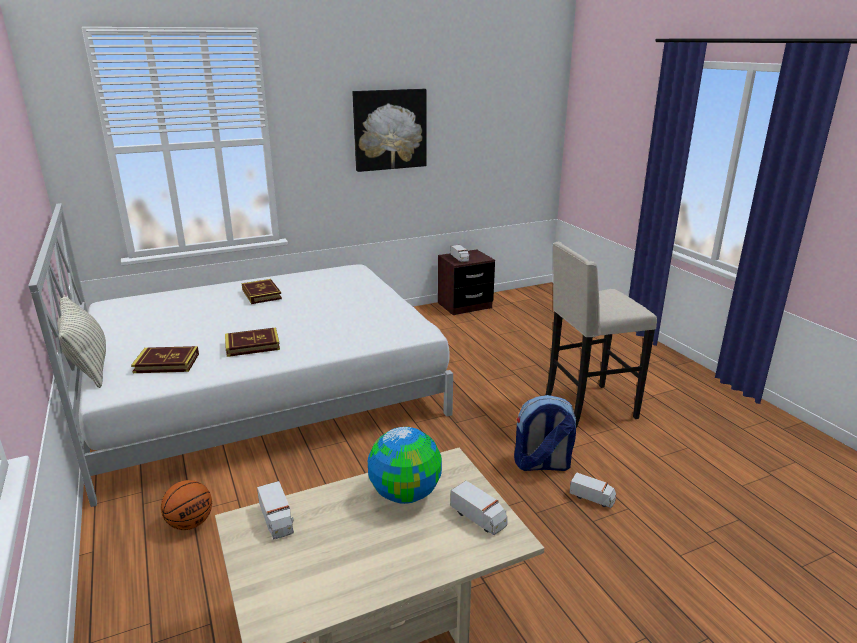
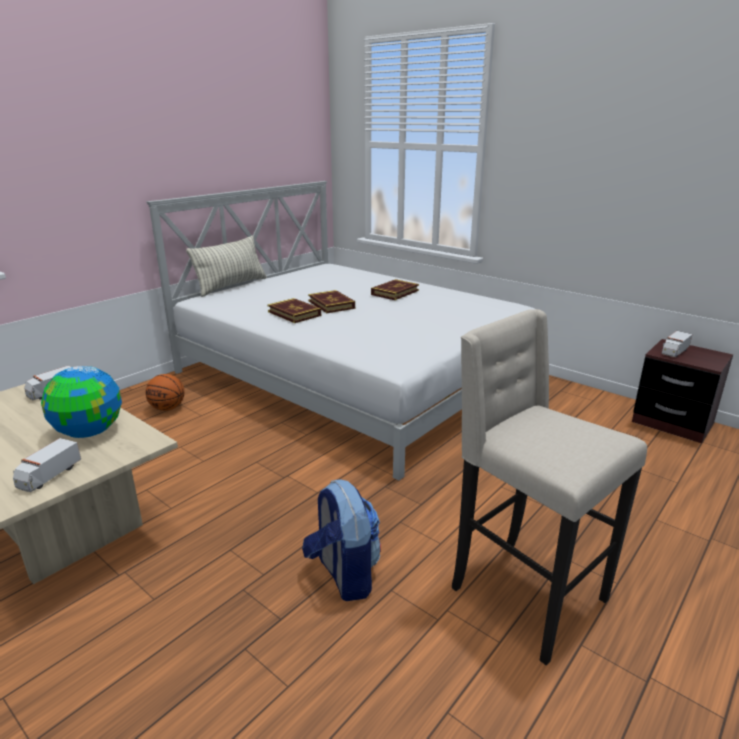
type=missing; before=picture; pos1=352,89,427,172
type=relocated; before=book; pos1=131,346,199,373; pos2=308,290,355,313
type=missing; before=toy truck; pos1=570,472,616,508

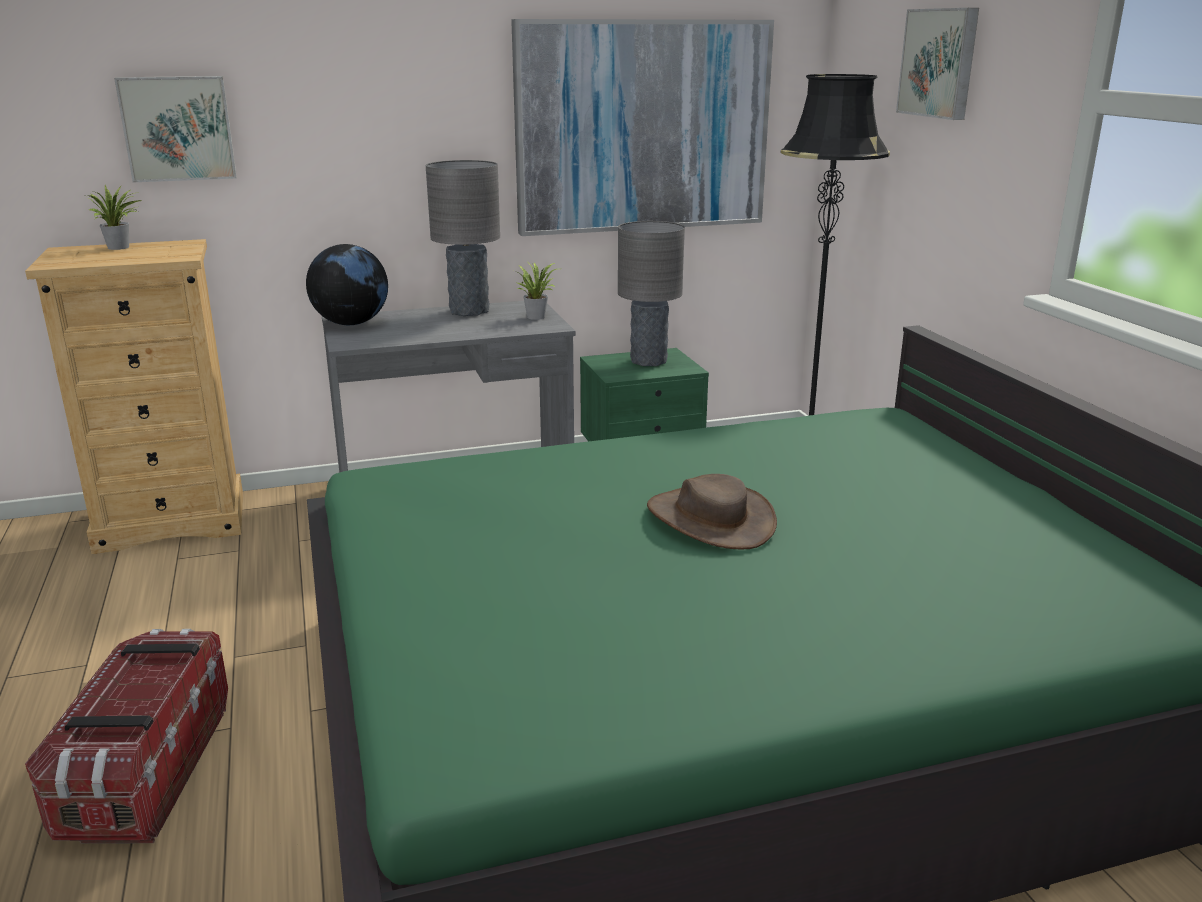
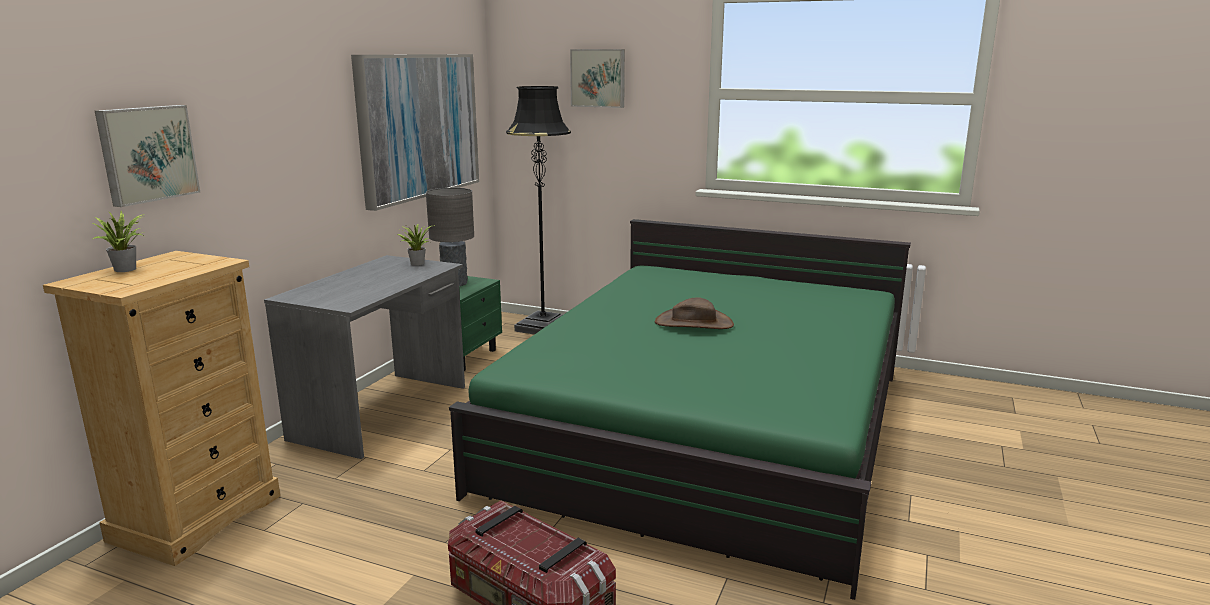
type=missing; before=grey table lamp; pos1=426,160,500,316
type=missing; before=globe; pos1=306,244,388,325

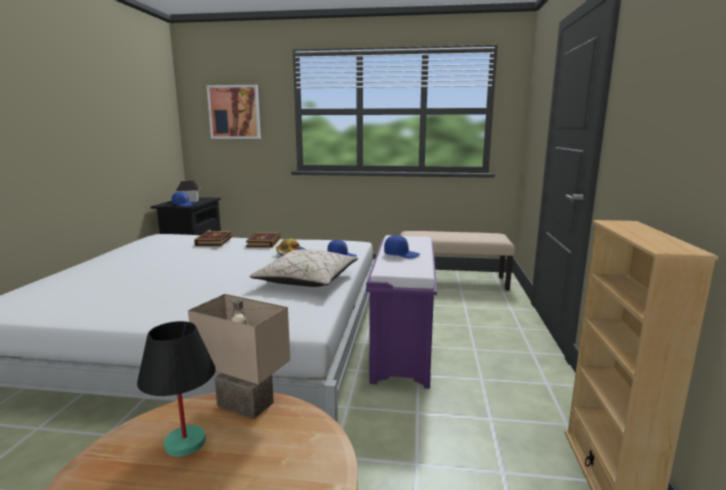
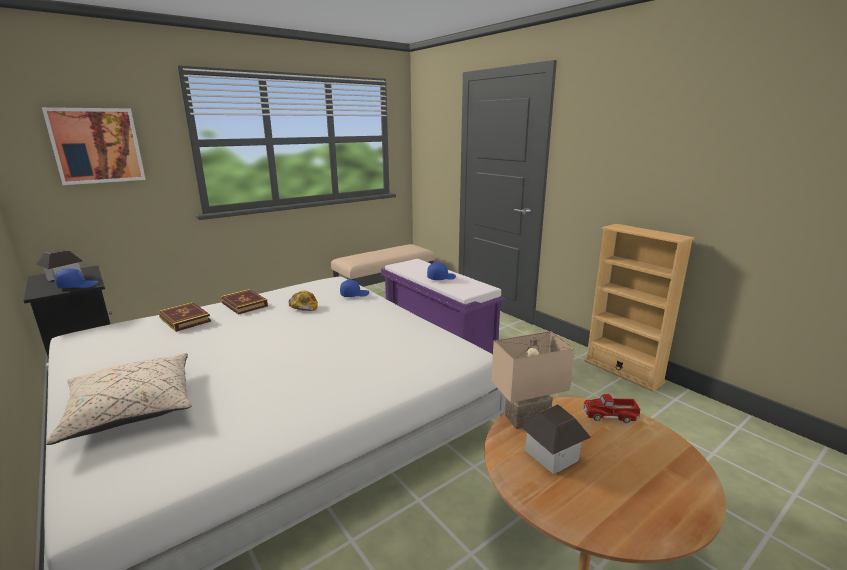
type=relocated; before=beige pillow; pos1=249,249,358,287; pos2=46,353,191,445
type=exchanged; before=black table lamp; after=toy house; pos1=137,321,216,457; pos2=521,404,591,474
type=appeared; after=toy truck; pos2=582,394,640,423

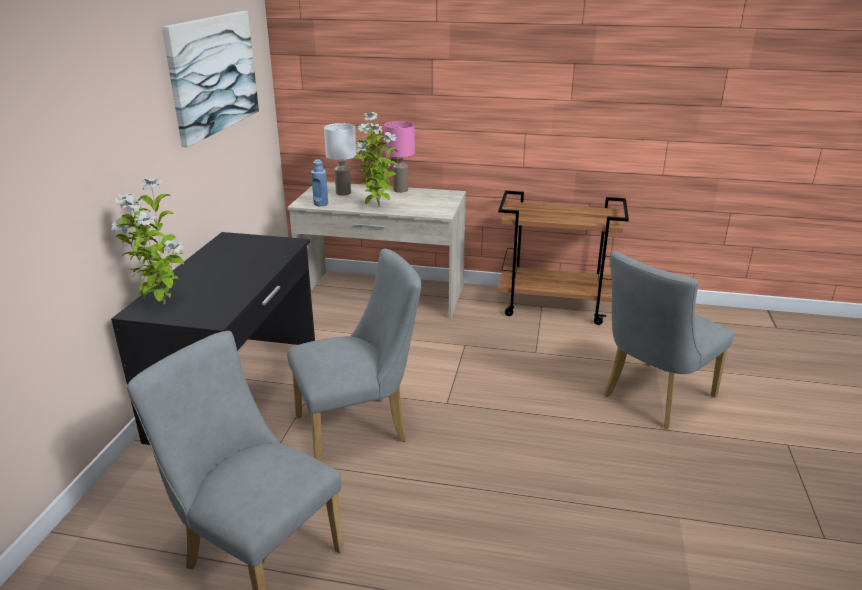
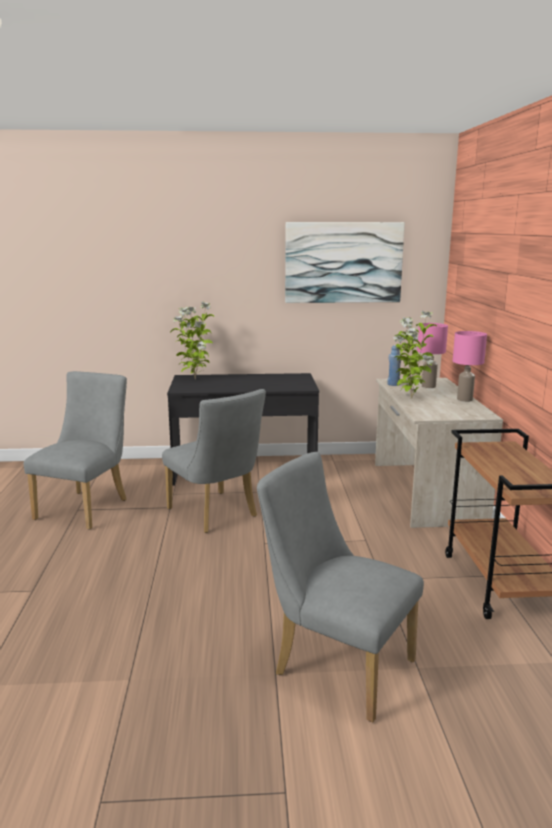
type=colour; before=white table lamp; after=pink table lamp; pos1=324,123,357,196; pos2=417,323,448,388

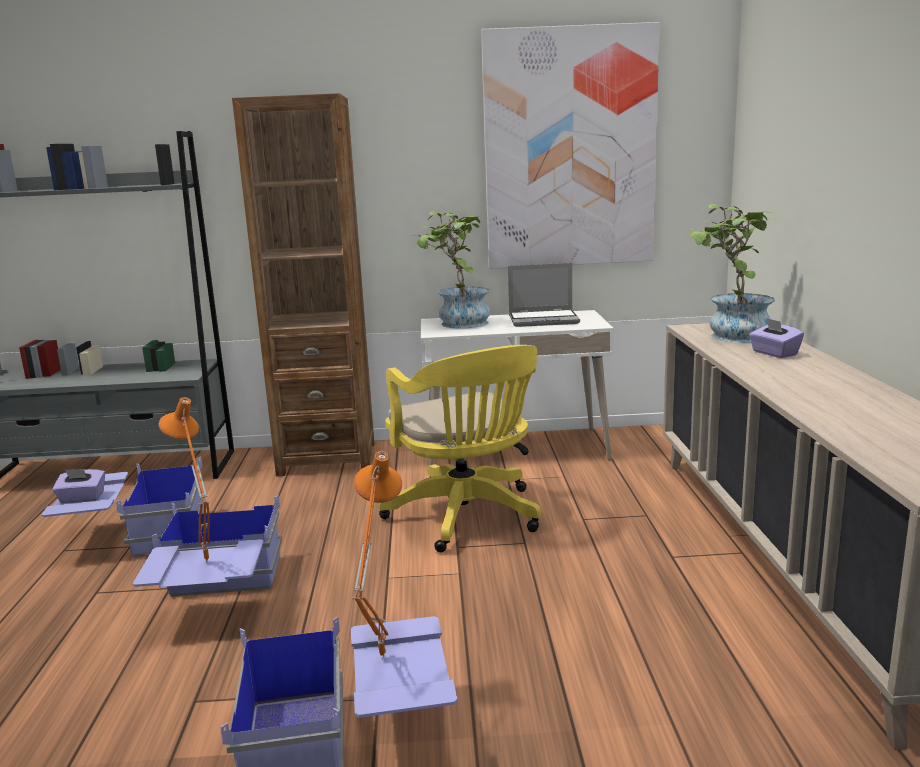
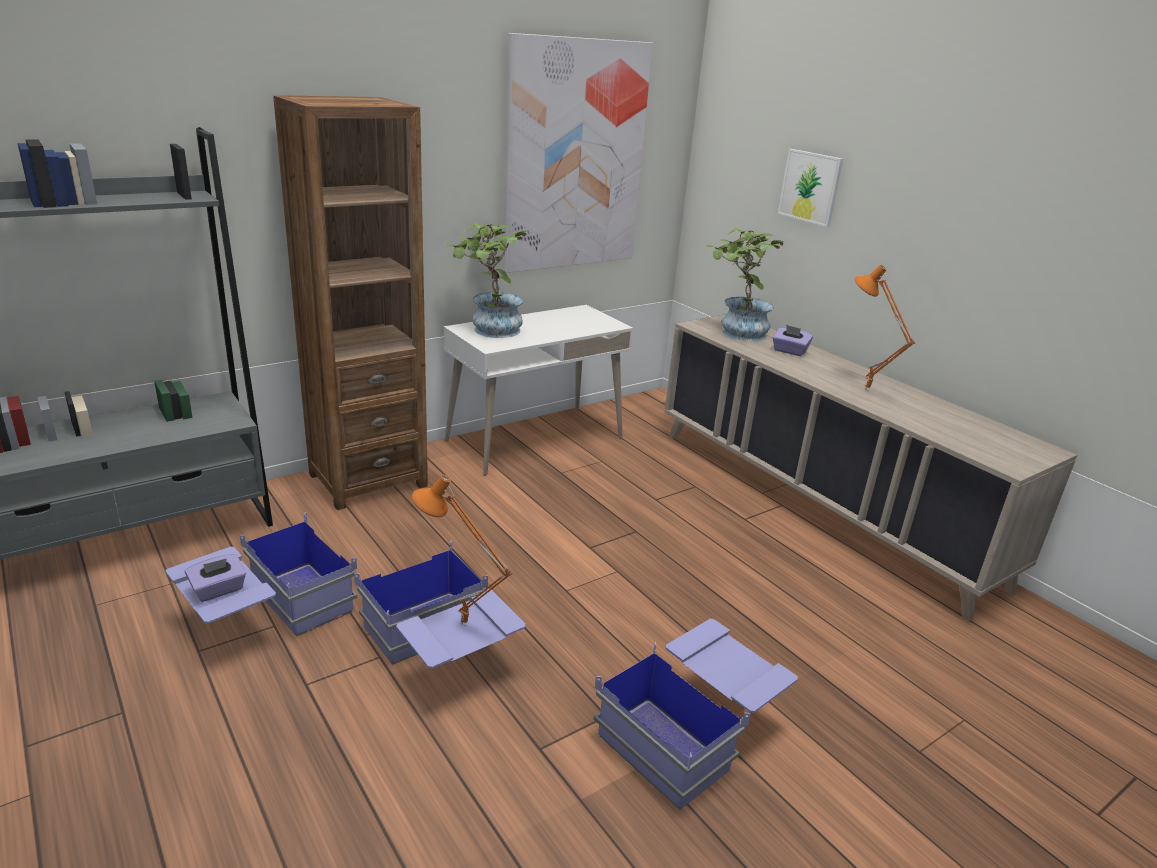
type=missing; before=laptop; pos1=508,263,580,327
type=missing; before=yellow office chair; pos1=379,345,541,552
type=relocated; before=orange table lamp; pos1=353,451,402,661; pos2=854,265,915,391
type=appeared; after=picture; pos2=778,149,843,227

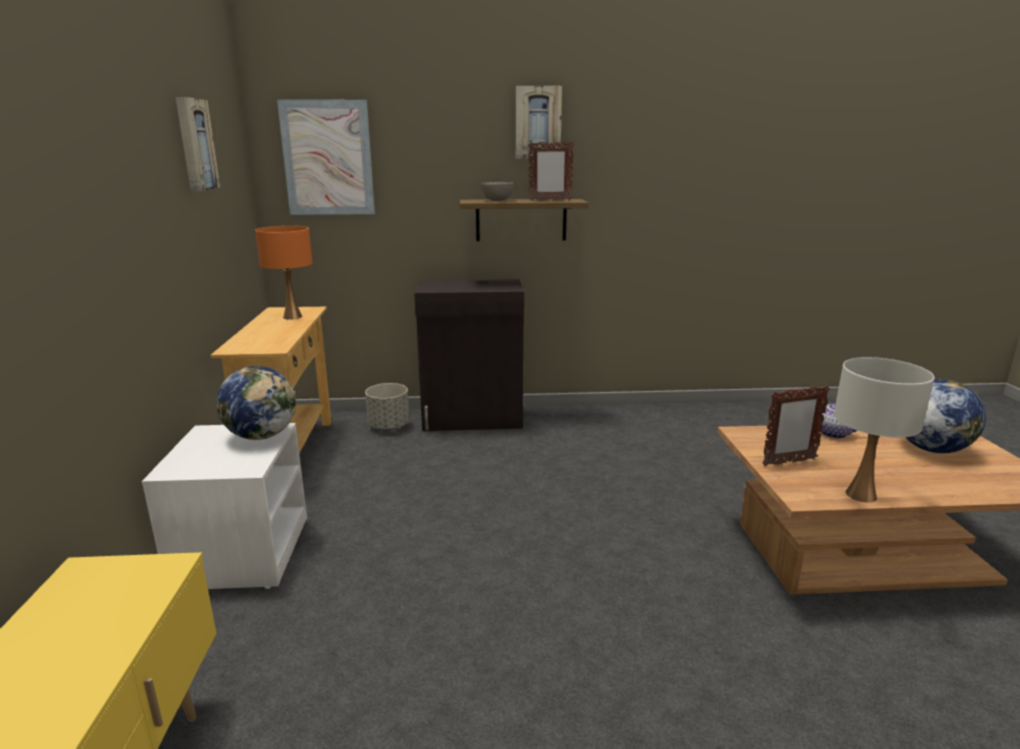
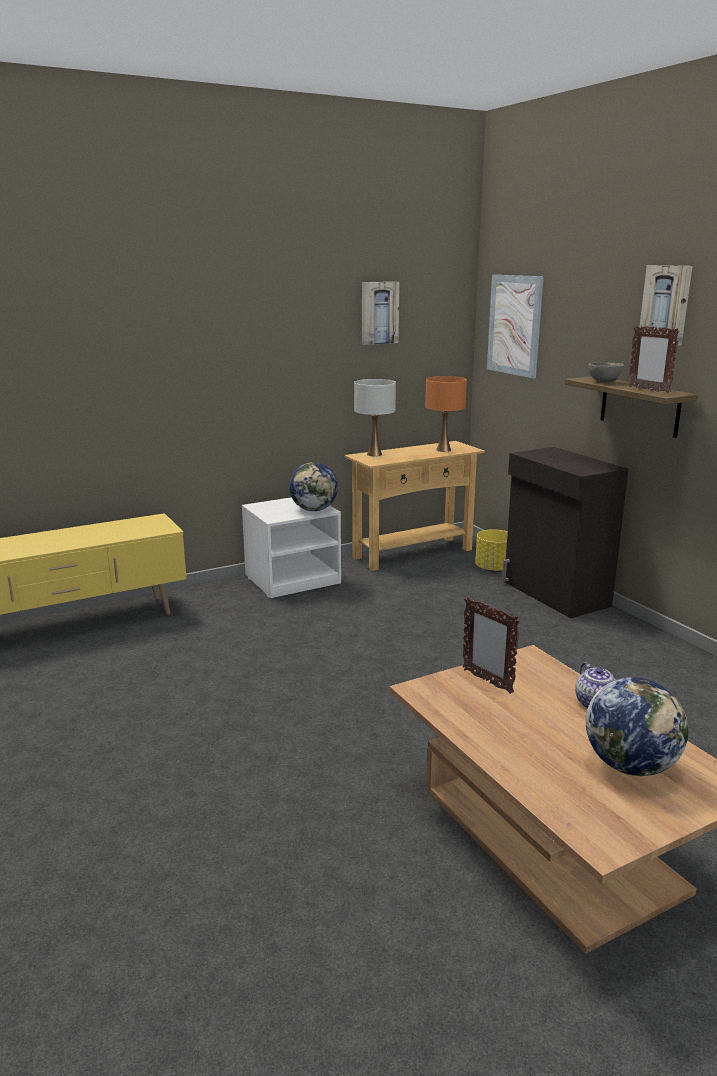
type=relocated; before=white table lamp; pos1=834,357,934,503; pos2=354,379,396,456
type=colour; before=grey planter; after=yellow planter; pos1=365,383,409,430; pos2=475,529,508,572

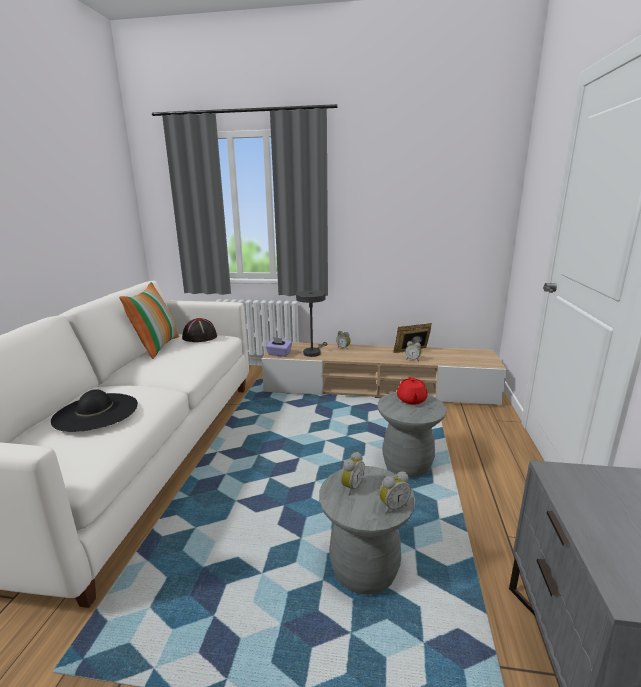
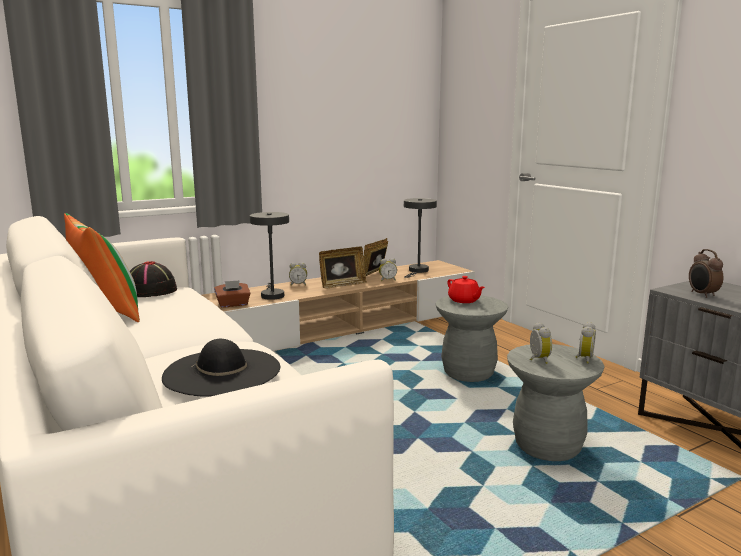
type=colour; before=purple tissue box; after=brown tissue box; pos1=266,337,292,357; pos2=214,280,251,308
type=appeared; after=grey table lamp; pos2=404,198,437,278
type=appeared; after=picture frame; pos2=319,247,367,288
type=appeared; after=alarm clock; pos2=689,249,723,298

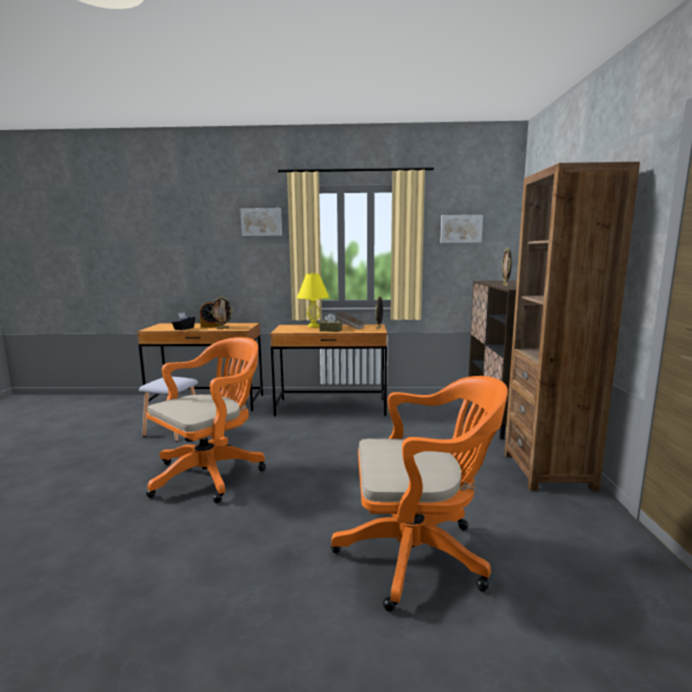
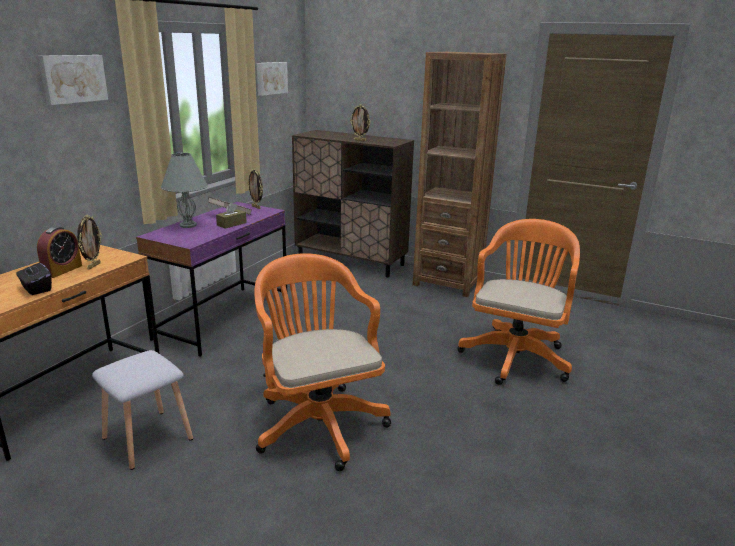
type=colour; before=yellow table lamp; after=grey table lamp; pos1=297,273,329,328; pos2=161,153,208,228
type=colour; before=brown desk; after=purple desk; pos1=270,324,387,416; pos2=136,202,287,357

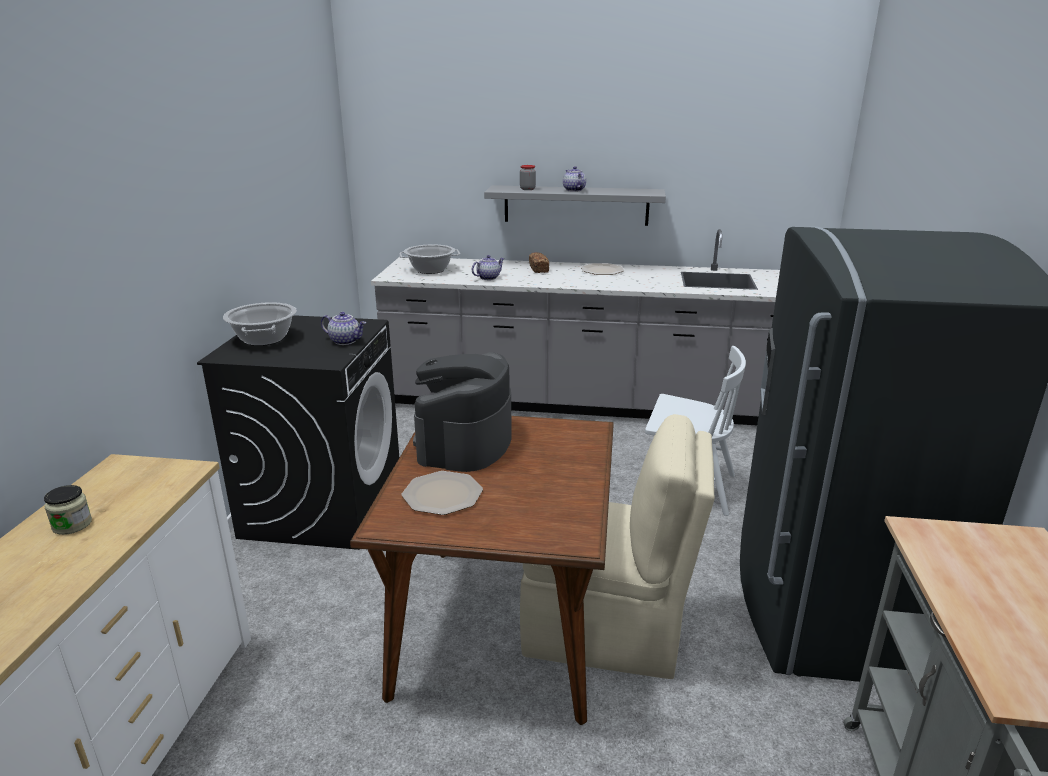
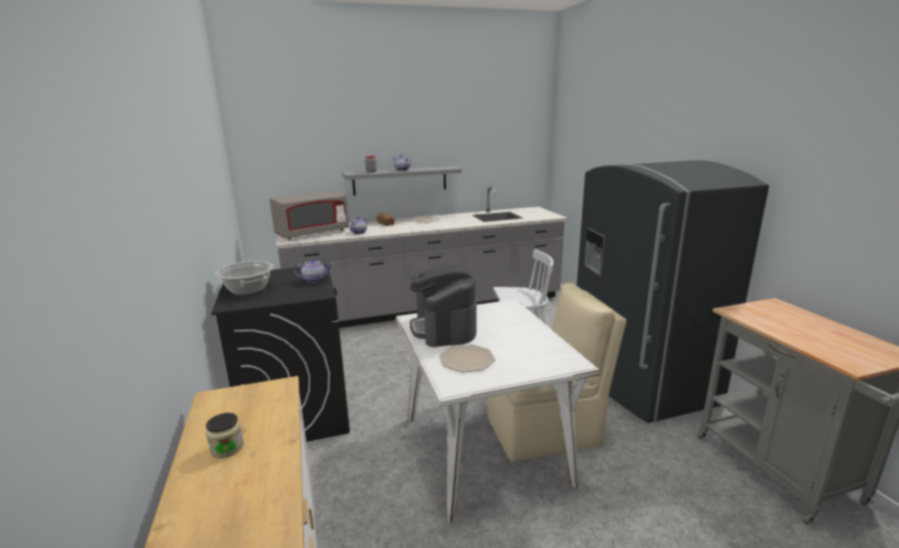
type=exchanged; before=cooking pot; after=grey microwave; pos1=399,244,460,274; pos2=270,191,349,240
type=colour; before=brown dining table; after=white dining table; pos1=350,416,614,725; pos2=396,299,600,522

